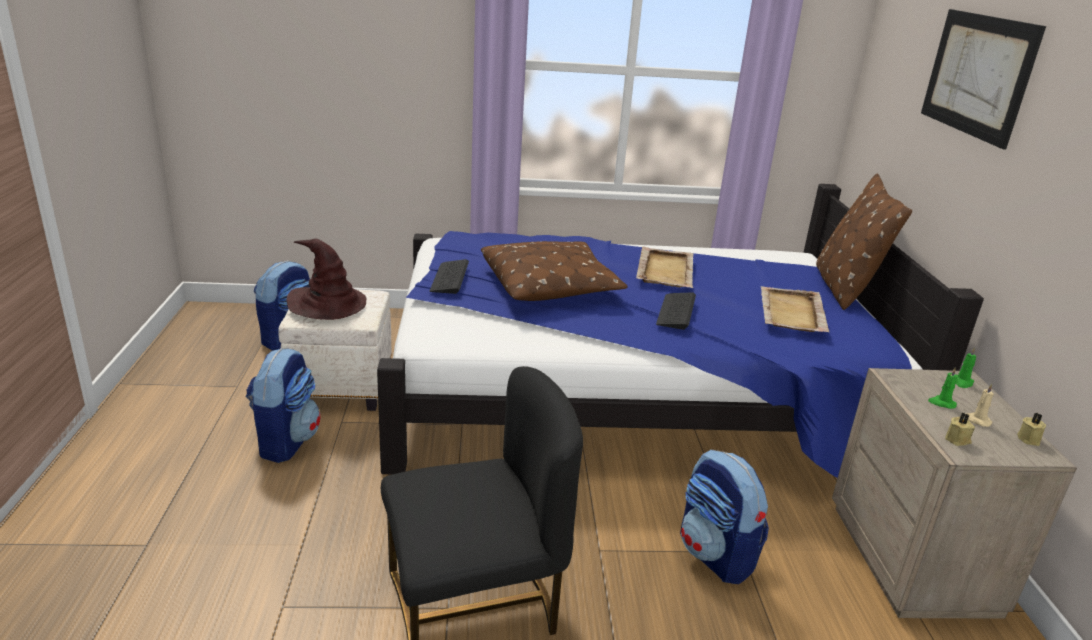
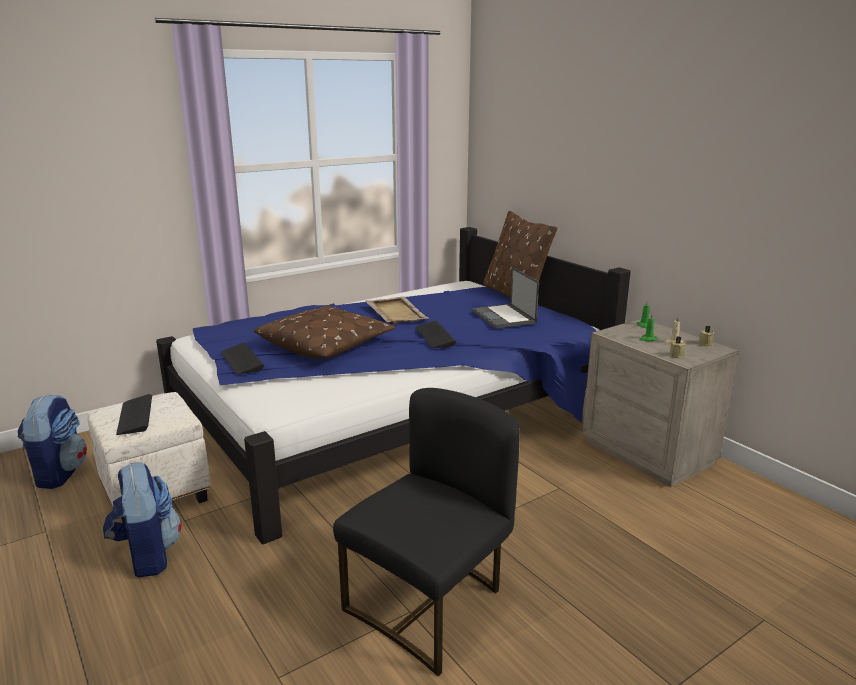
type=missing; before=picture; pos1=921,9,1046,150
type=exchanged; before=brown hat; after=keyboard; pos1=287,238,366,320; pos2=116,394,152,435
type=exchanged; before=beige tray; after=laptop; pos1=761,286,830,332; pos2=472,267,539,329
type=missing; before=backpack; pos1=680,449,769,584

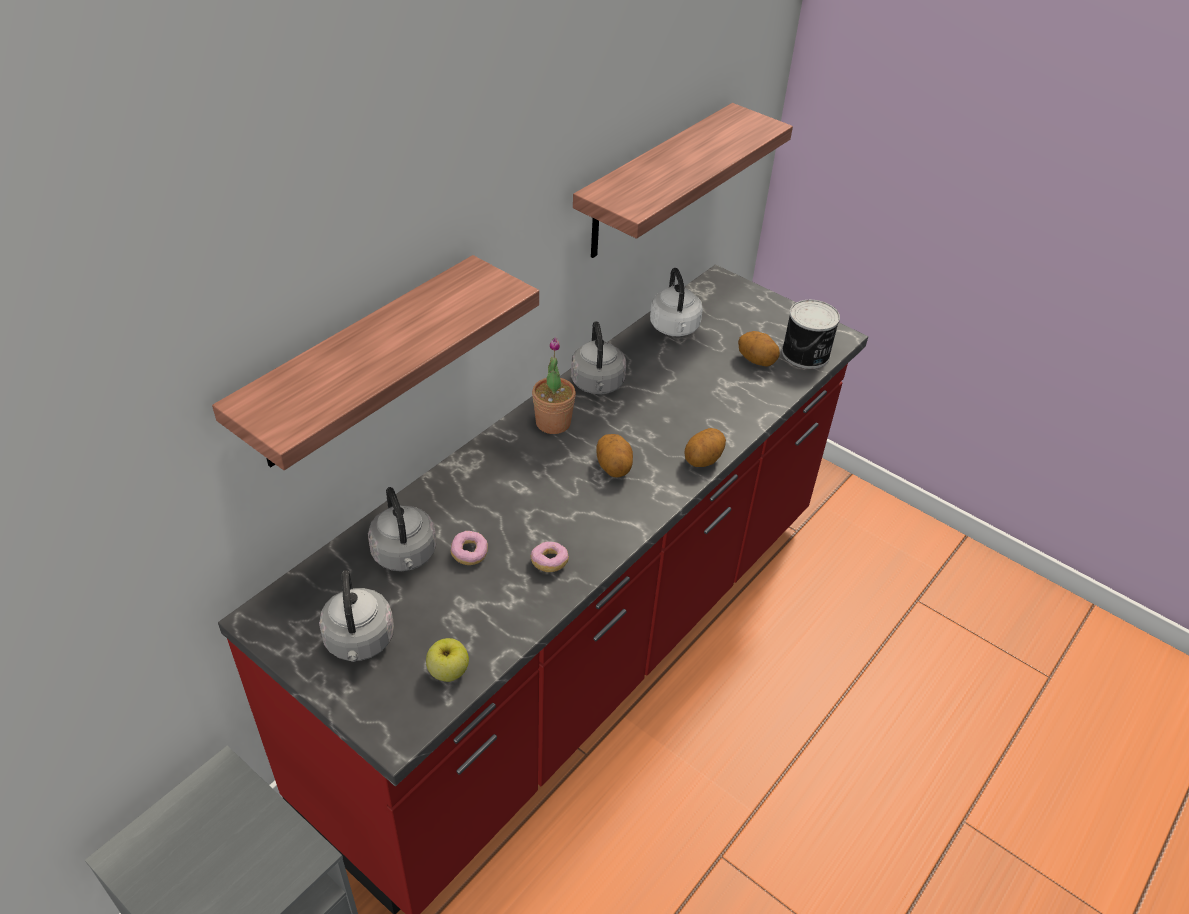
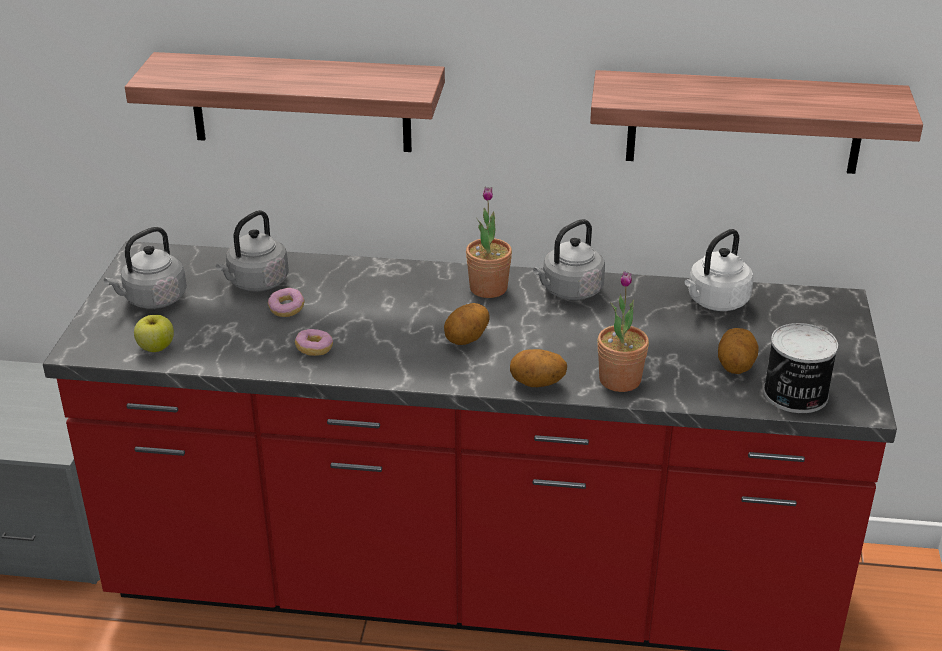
type=appeared; after=potted plant; pos2=597,271,649,392

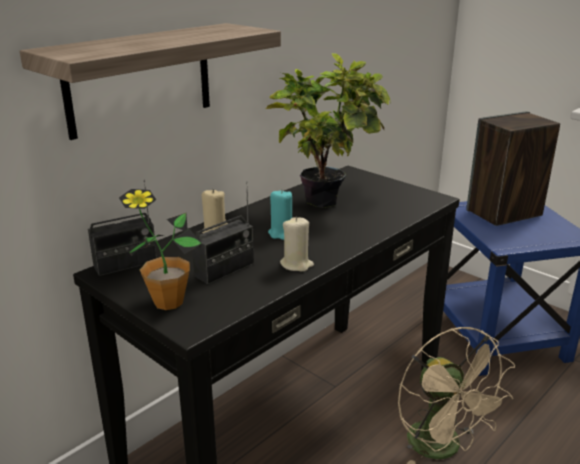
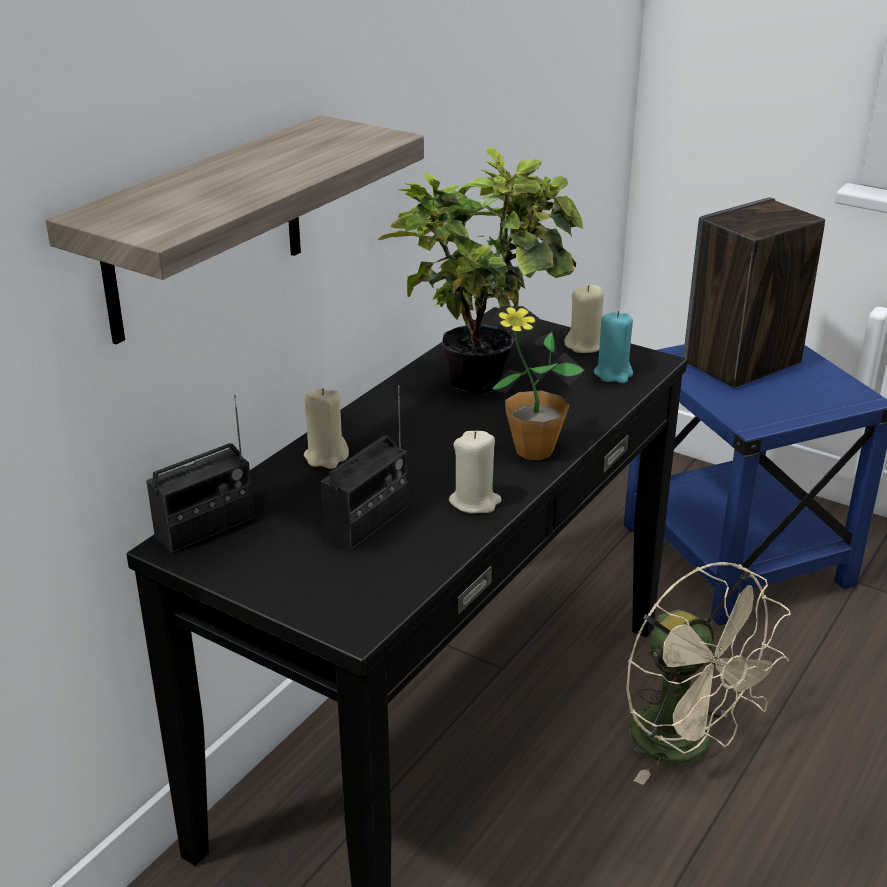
type=relocated; before=potted plant; pos1=119,189,202,310; pos2=491,306,585,460
type=relocated; before=turquoise candle; pos1=268,189,292,240; pos2=594,311,633,383
type=appeared; after=beige candle; pos2=564,285,604,353

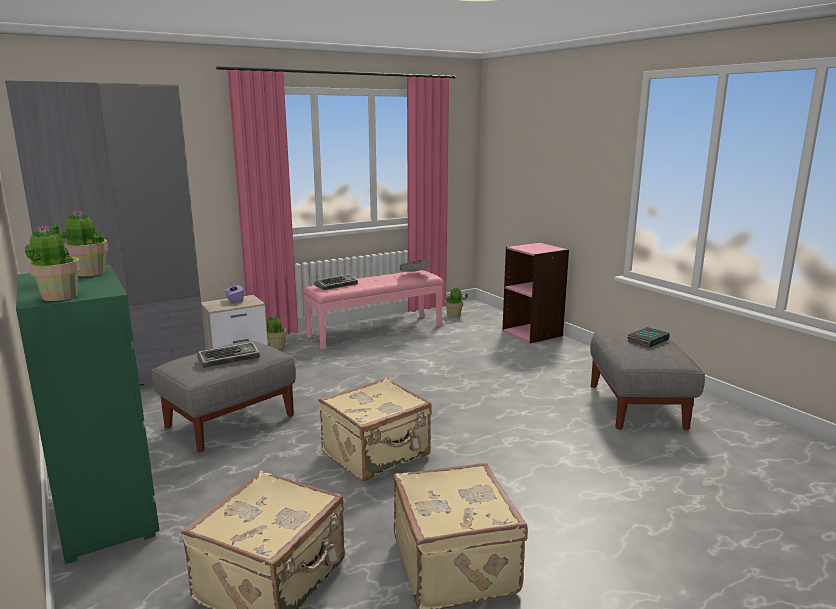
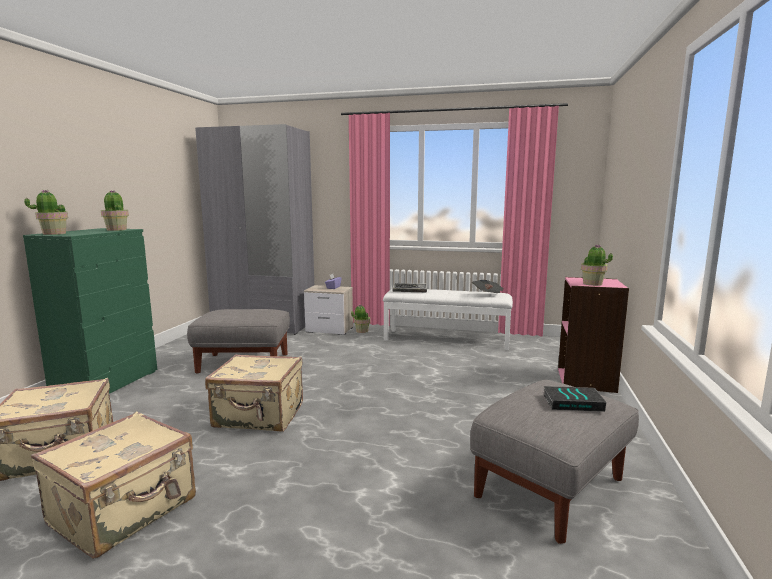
type=colour; before=pink bench; after=white bench; pos1=303,270,444,349; pos2=383,289,513,350
type=relocated; before=potted plant; pos1=445,287,468,318; pos2=581,244,613,286
type=missing; before=keyboard; pos1=197,342,260,368

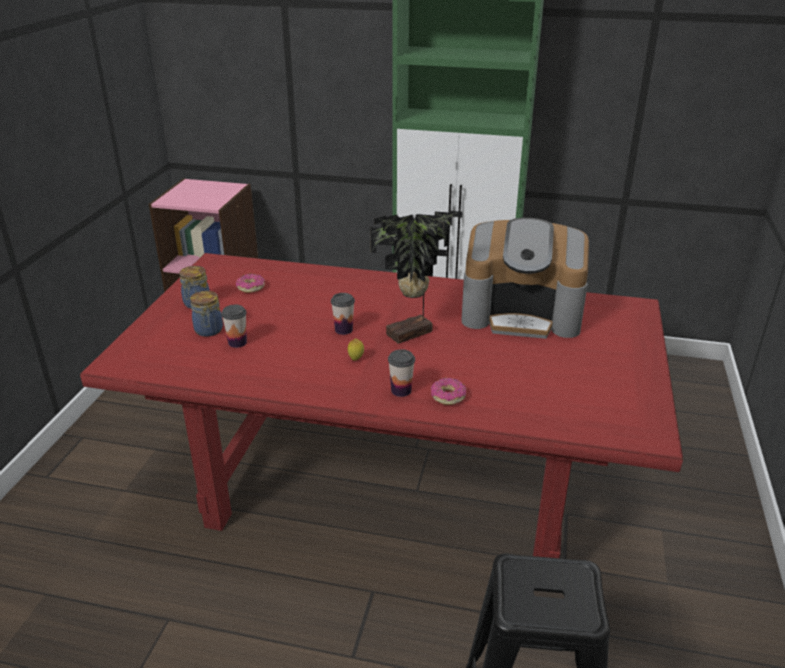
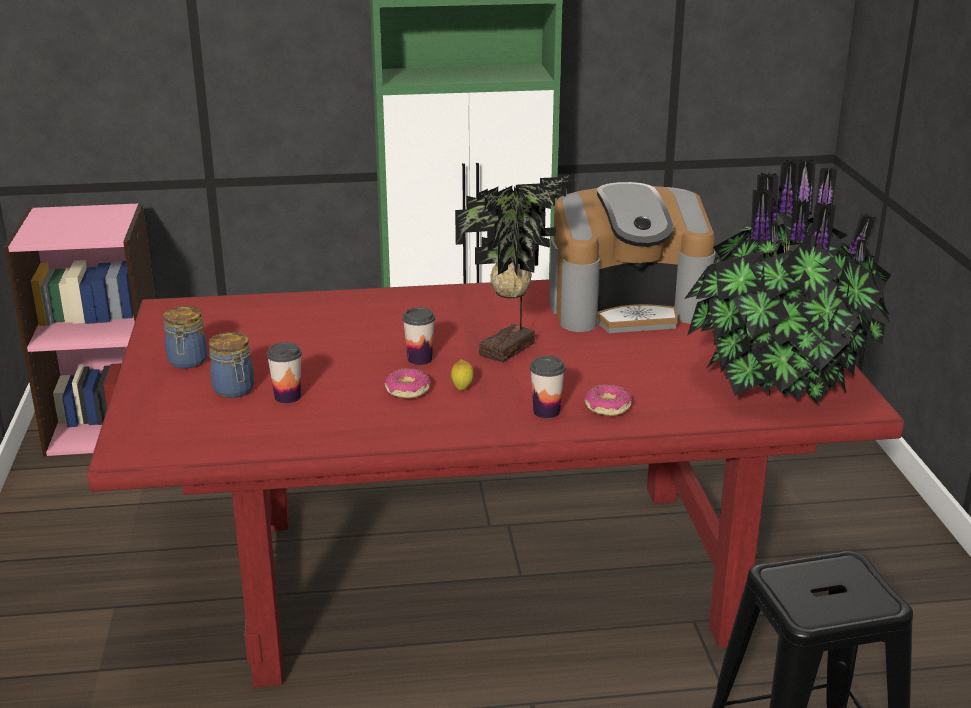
type=relocated; before=donut; pos1=236,274,265,293; pos2=384,368,431,399
type=appeared; after=potted plant; pos2=684,159,891,404

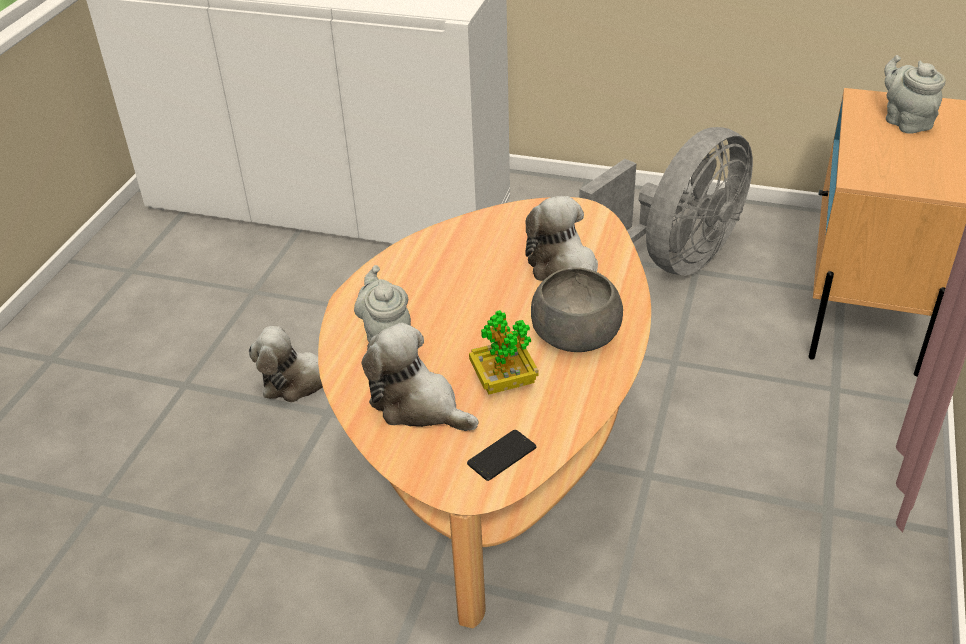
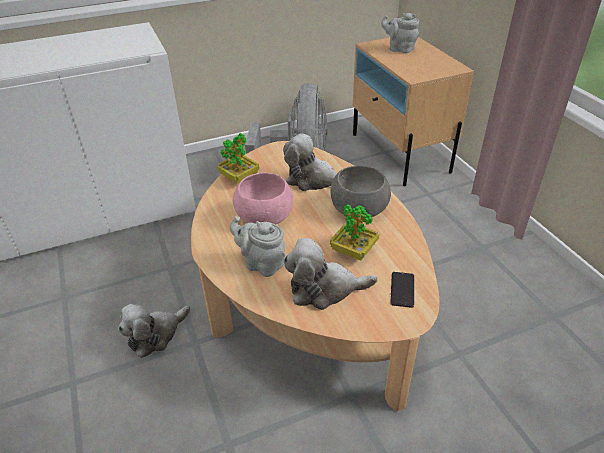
type=appeared; after=potted plant; pos2=217,133,259,184
type=appeared; after=pink bowl; pos2=233,173,293,225

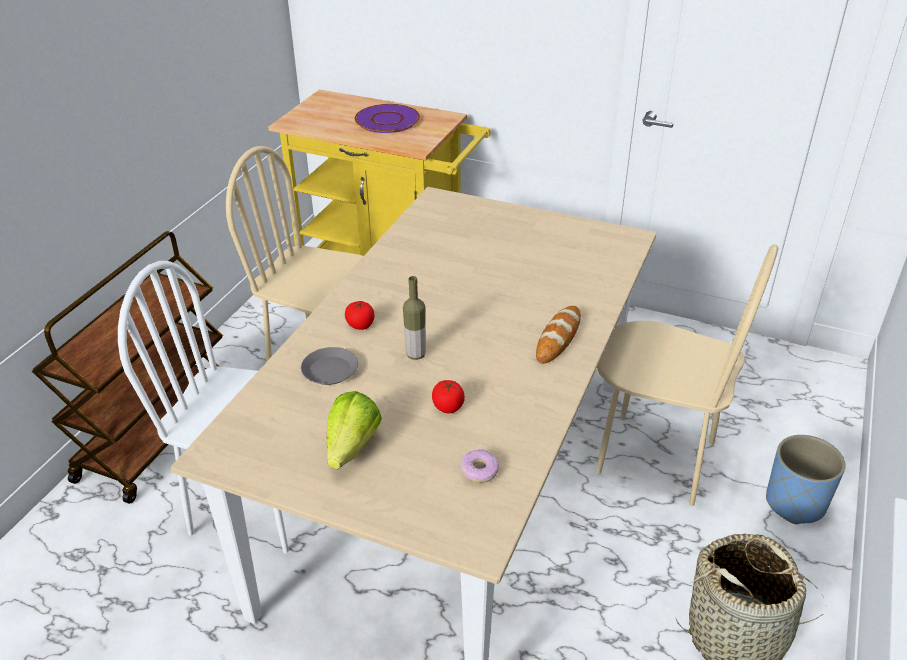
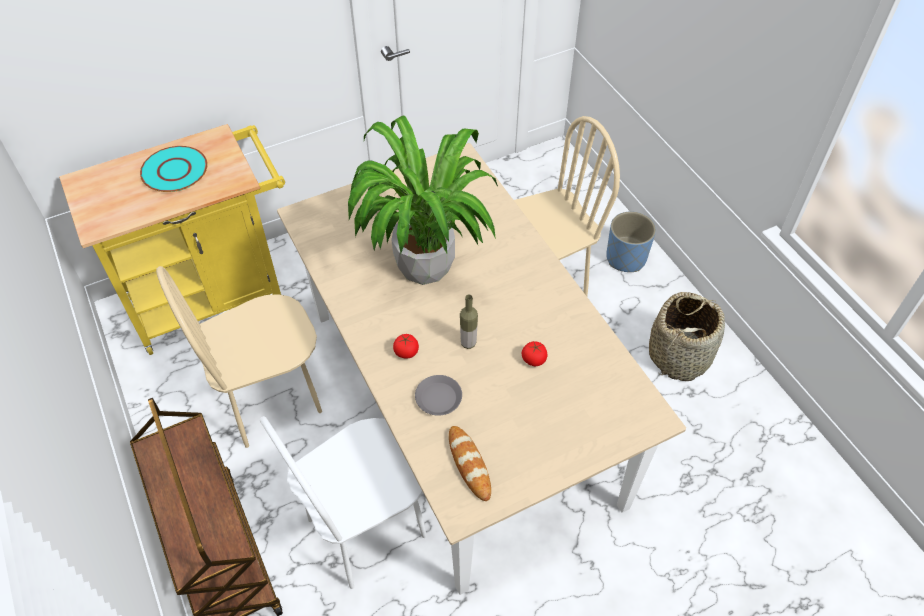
type=colour; before=purple plate; after=turquoise plate; pos1=355,104,420,133; pos2=140,146,208,192
type=relocated; before=bread; pos1=536,306,581,364; pos2=449,426,491,501
type=missing; before=lettuce; pos1=326,391,382,469
type=missing; before=donut; pos1=460,449,499,483
type=appeared; after=potted plant; pos2=348,116,498,285

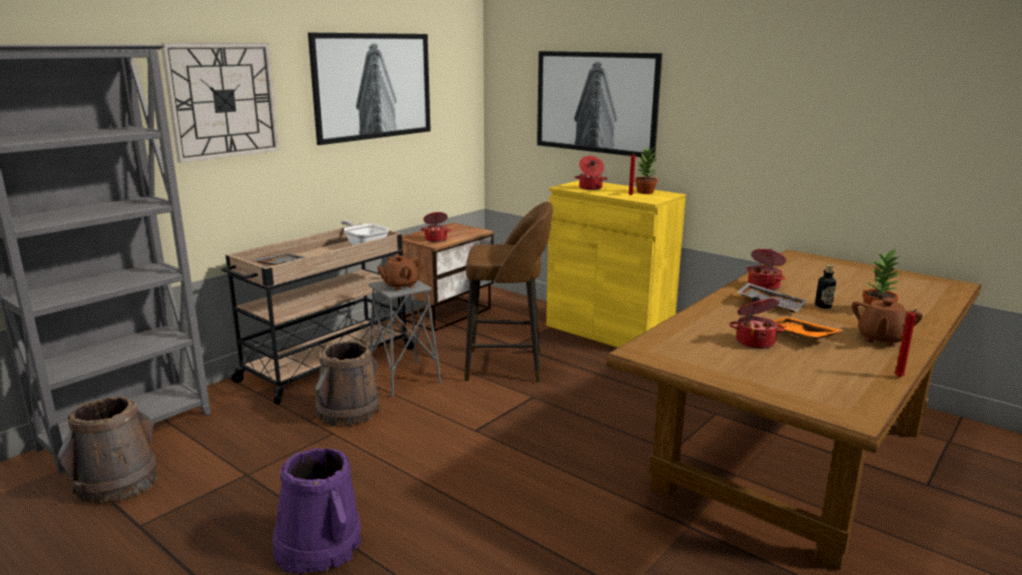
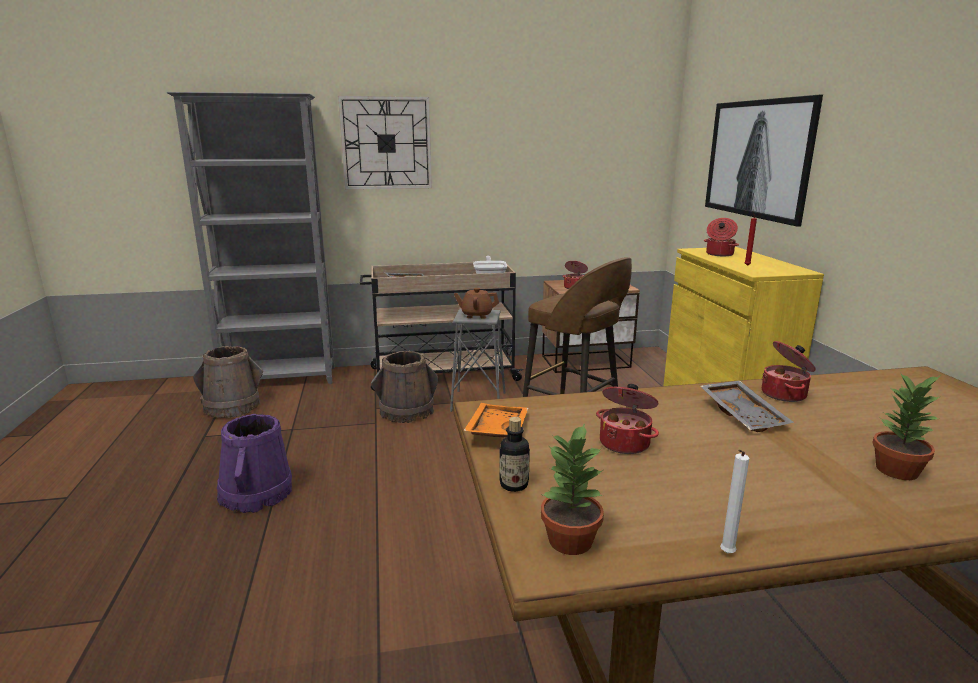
type=missing; before=picture; pos1=308,33,431,145
type=relocated; before=potted plant; pos1=635,148,658,194; pos2=541,423,604,555
type=relocated; before=bottle; pos1=815,264,836,308; pos2=499,417,530,492
type=missing; before=brown teapot; pos1=852,297,923,347
type=colour; before=red candle; after=white candle; pos1=895,309,917,377; pos2=720,449,749,554
type=relocated; before=orange tray; pos1=773,317,844,339; pos2=463,403,528,437

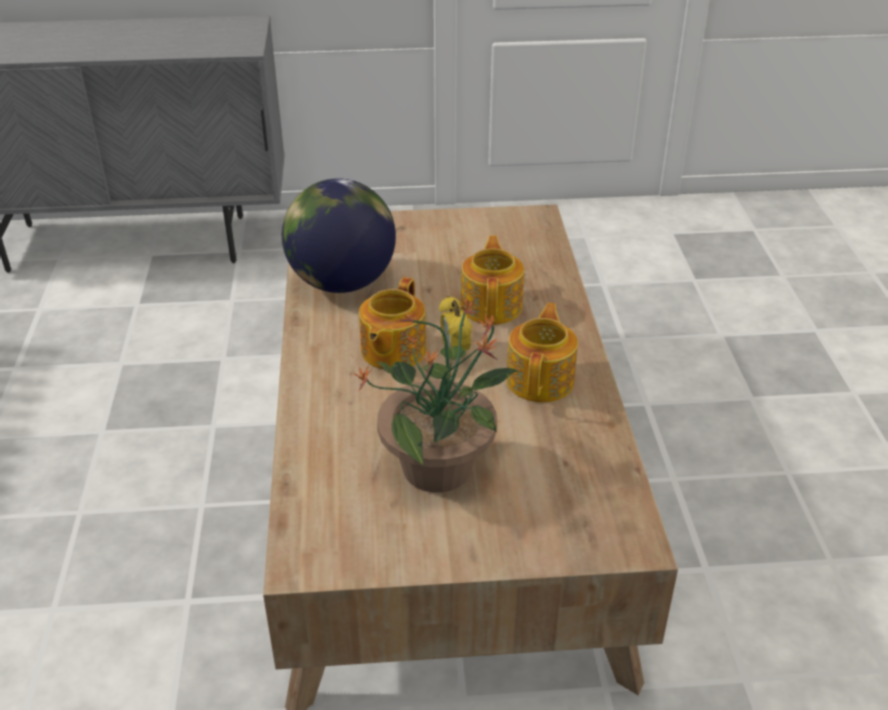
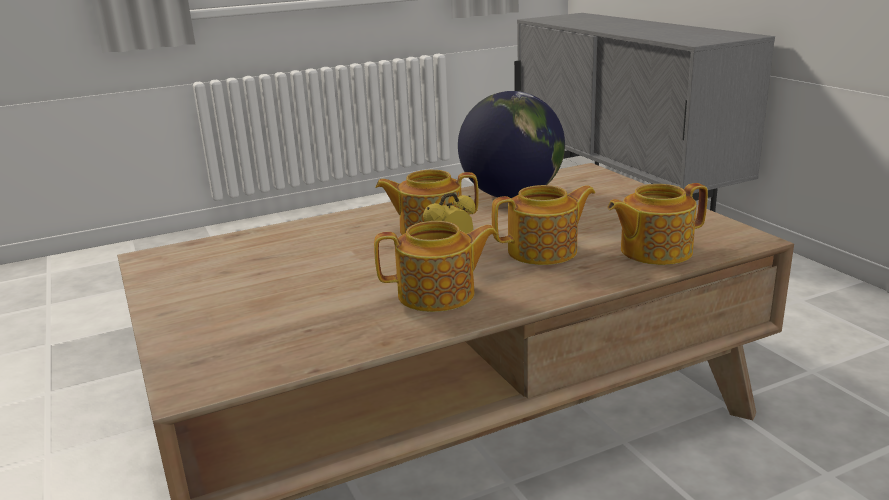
type=missing; before=potted plant; pos1=352,297,519,493
type=appeared; after=teapot; pos2=607,183,708,265

